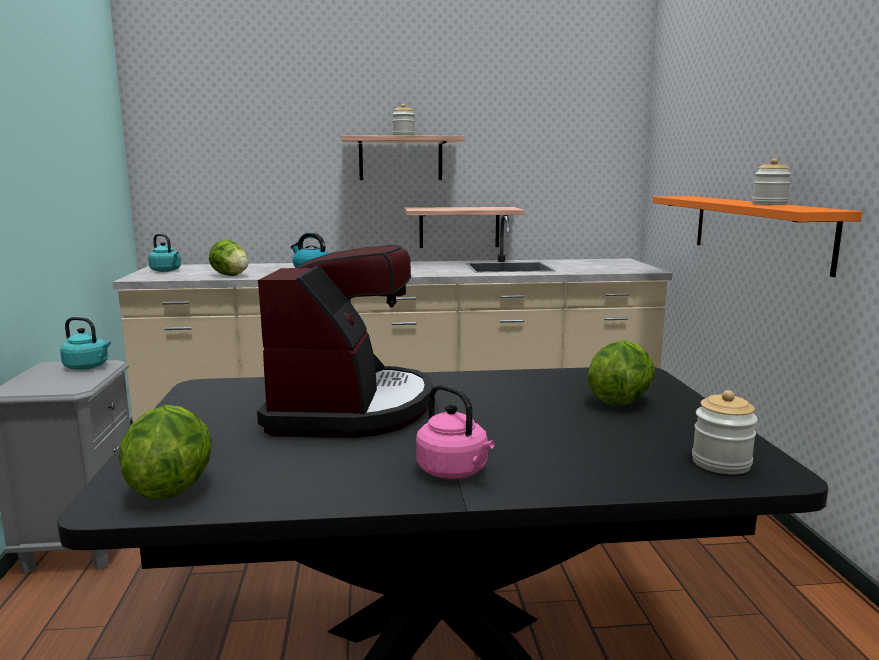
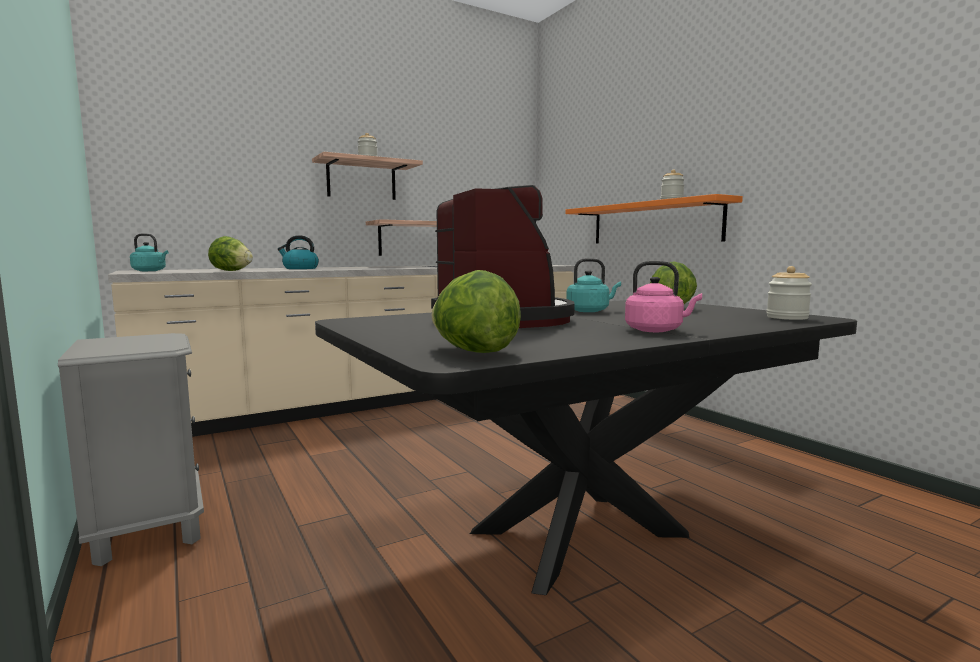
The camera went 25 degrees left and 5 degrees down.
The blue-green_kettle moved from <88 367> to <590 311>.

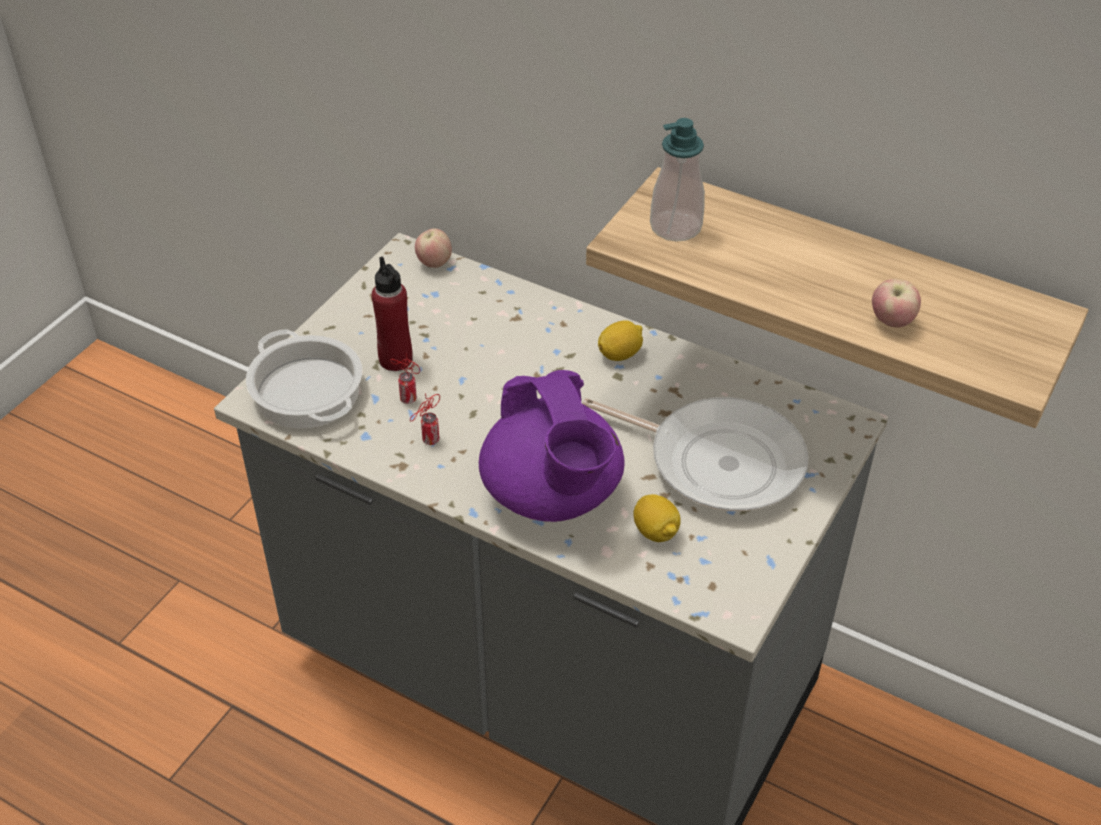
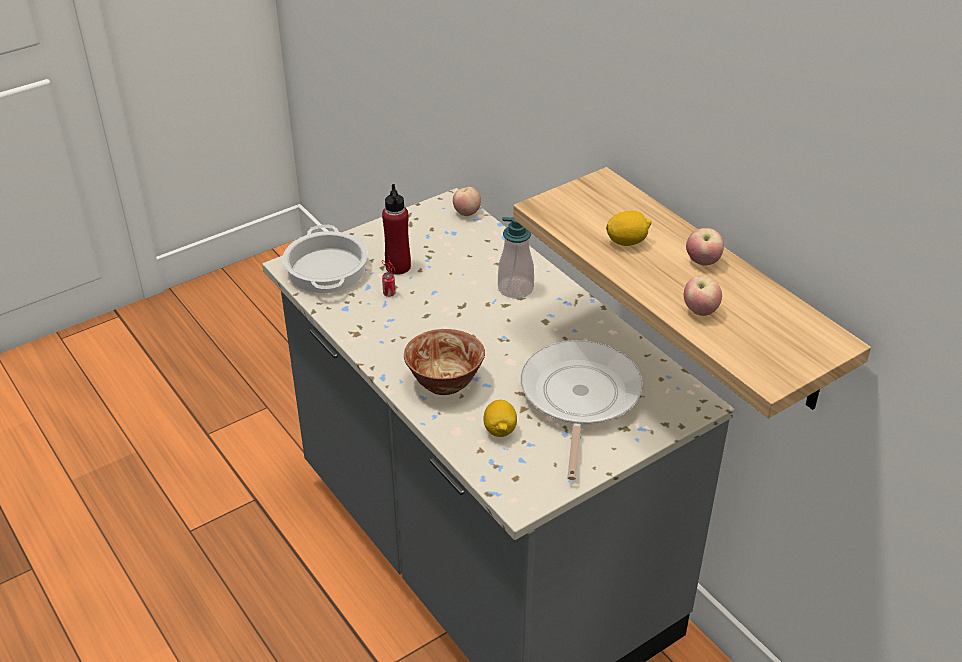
The camera went 25 degrees right and 5 degrees down.
The purple_tea_pot at <552 494> was replaced by the bowl at <444 383>.
The soap_dispenser moved from <675 227> to <515 288>.
The skillet at <718 460> turned 135 degrees counterclockwise.
The lemon moved from <620 354> to <627 241>.
The apple_fruit at <702 262> appeared.
The sealed_can at <429 441> disappeared.

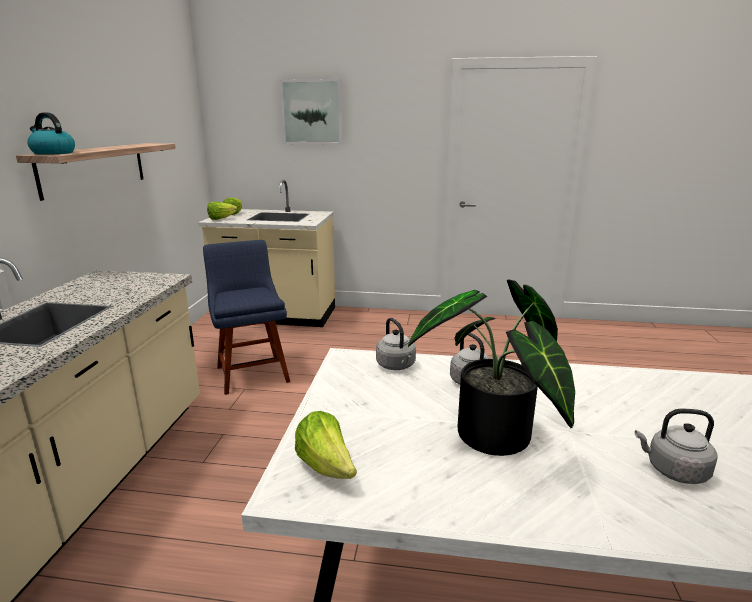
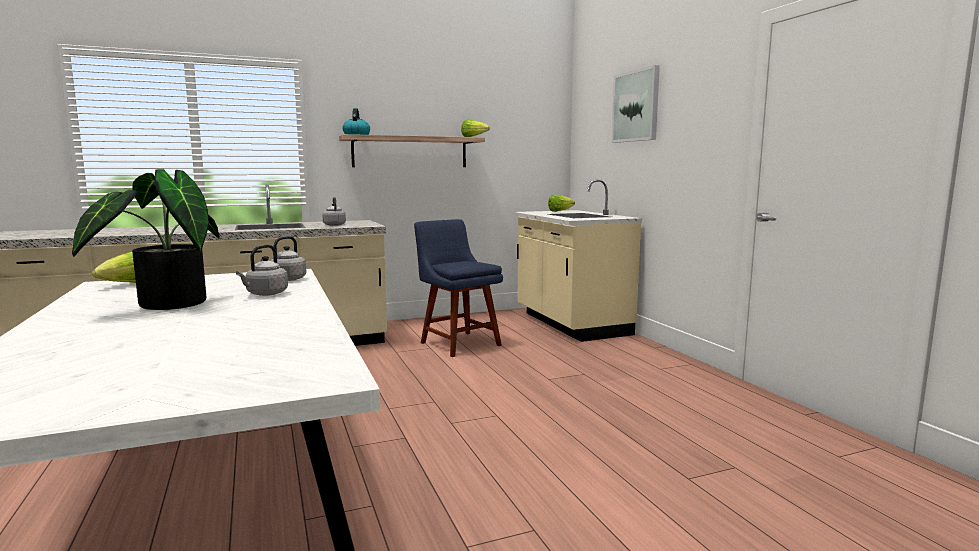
The camera went 60 degrees right and 10 degrees down.
The grey_kettle moved from <673 470> to <334 225>.
The blue-coloured_chair at <252 372> turned 75 degrees counterclockwise.
The head_of_lettuce moved from <221 219> to <473 137>.

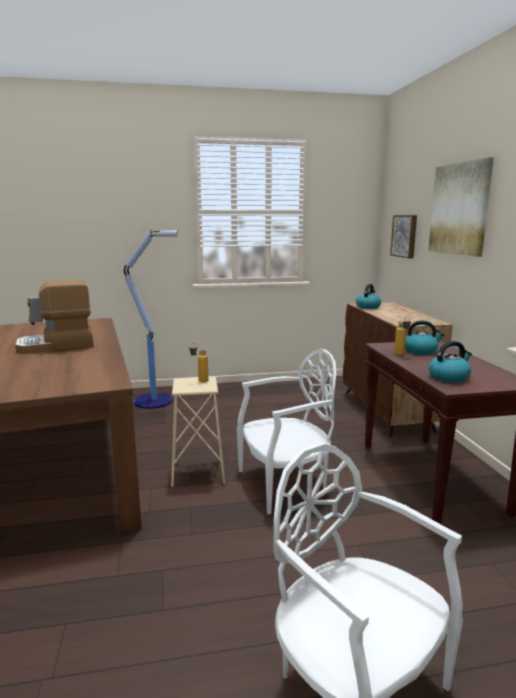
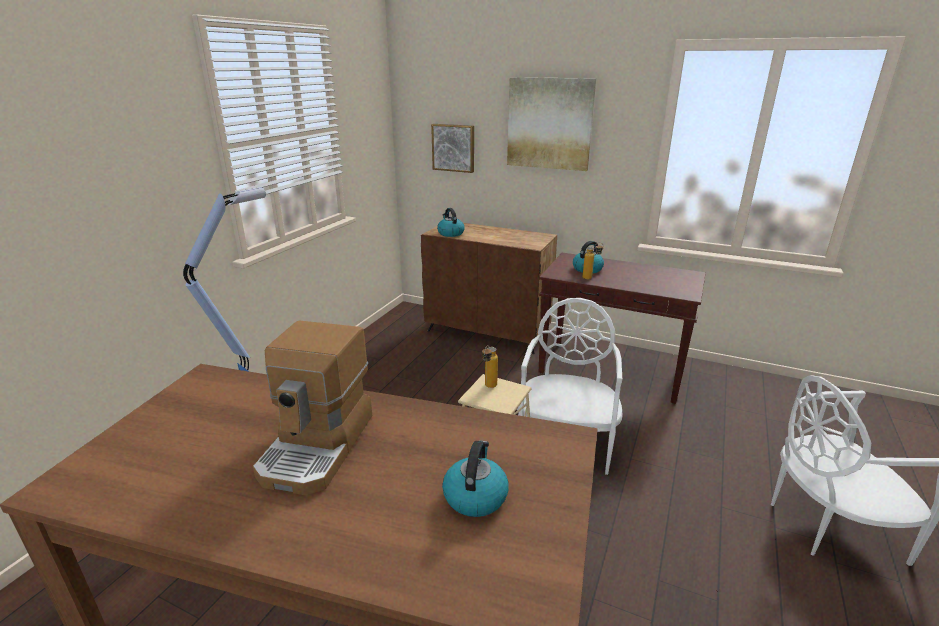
The camera went 55 degrees left and 10 degrees up.
The kettle moved from <449 377> to <475 496>.

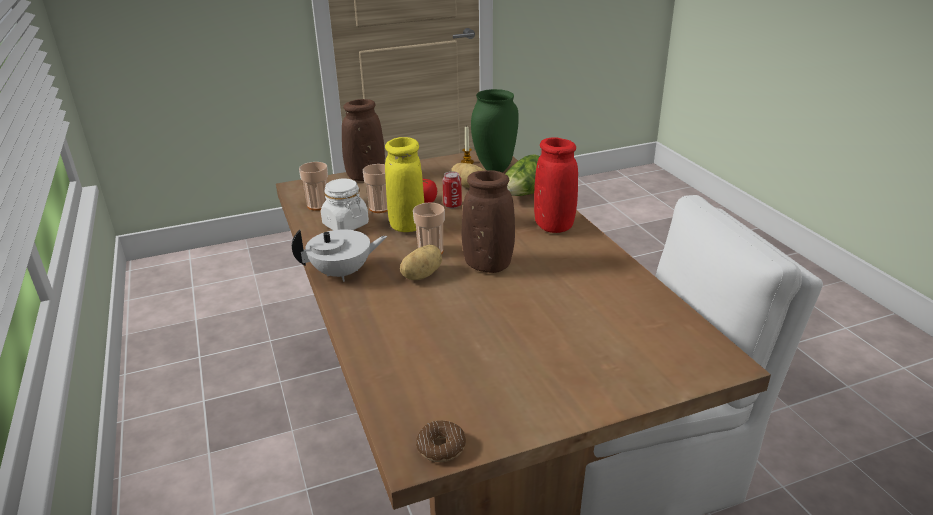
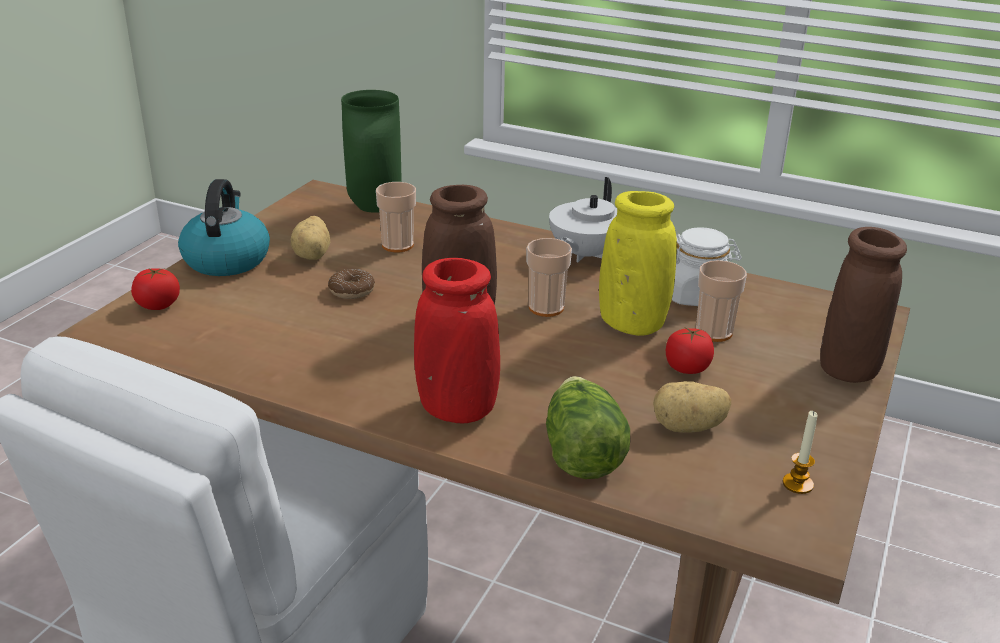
The camera went 135 degrees right and 0 degrees up.
The whole_tomato at <158 305> appeared.
The kettle at <226 259> appeared.
The spud moved from <421 275> to <313 255>.
The ring_doughnut moved from <441 447> to <352 291>.
The greenish_flower_vase moved from <495 169> to <373 207>.
The drinking_cup moved from <318 205> to <397 245>.
The sealed_can at <452 205> disappeared.

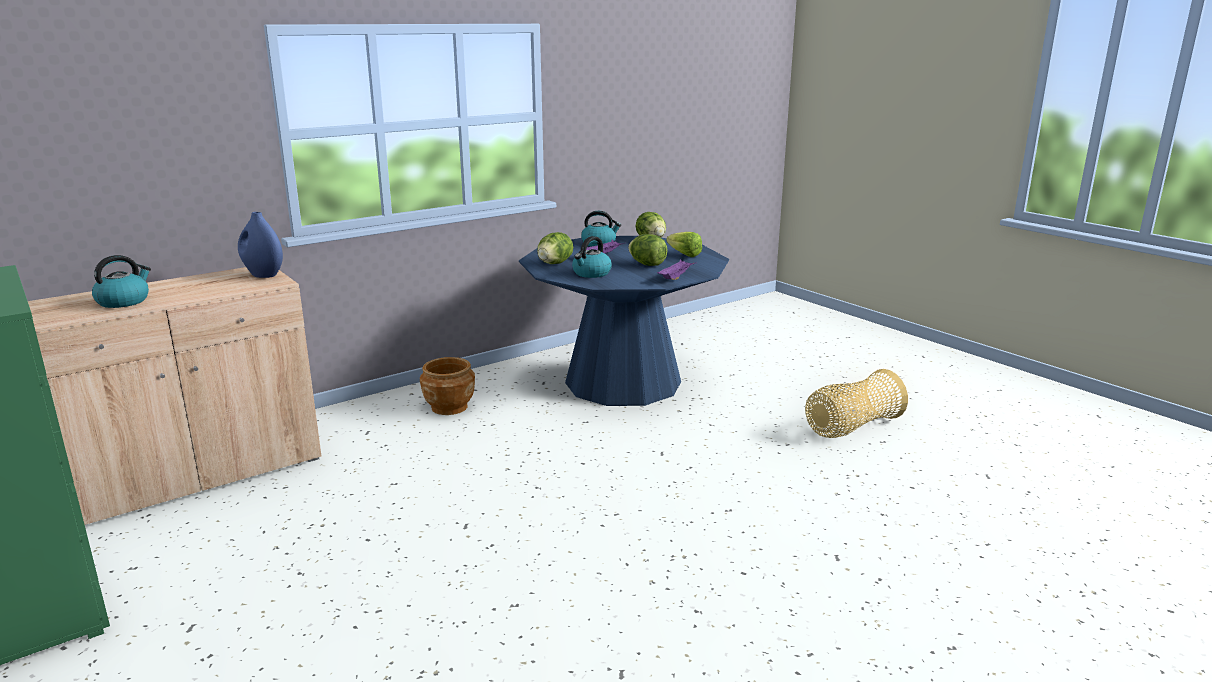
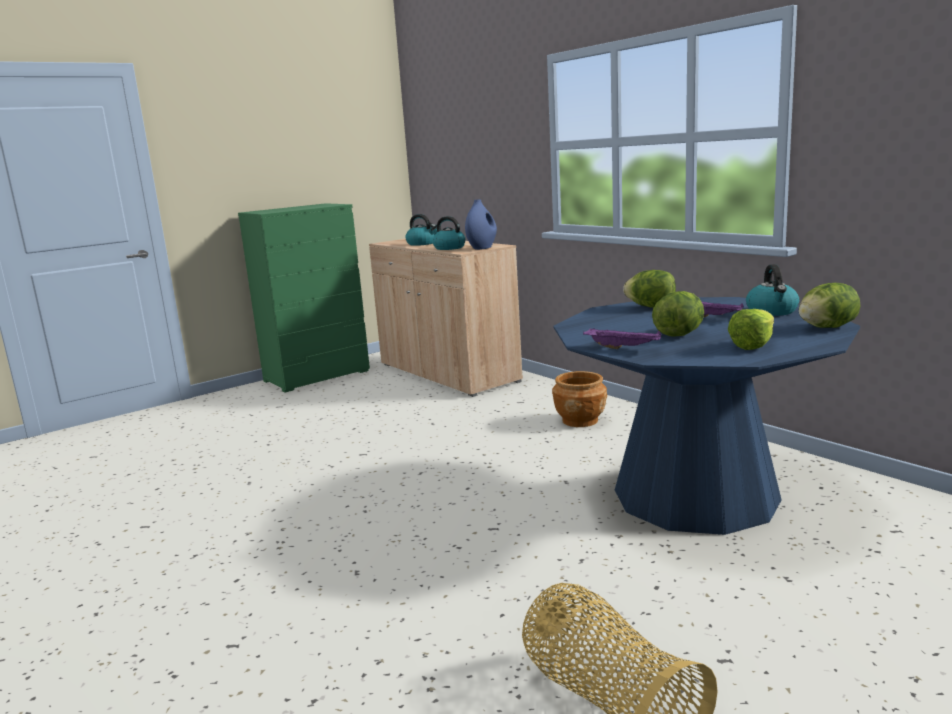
The camera went 90 degrees right and 5 degrees down.
The kettle moved from <591 273> to <448 248>.

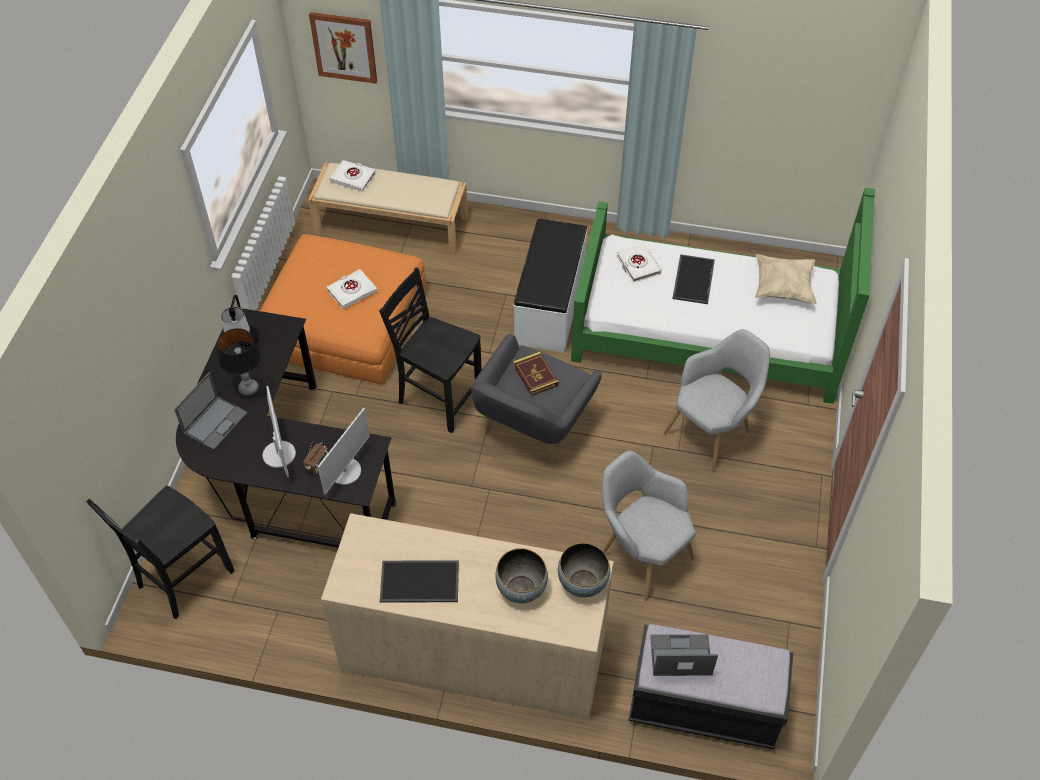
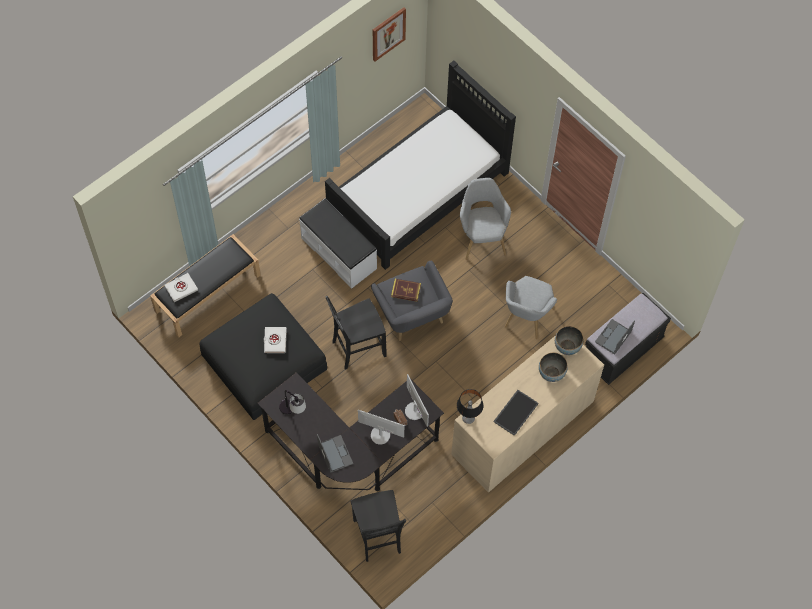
The camera went 55 degrees left and 10 degrees up.
The beige-coloured_long_seat at <392 224> became the black_long_seat at <208 292>.
The orange_ottoman at <344 322> became the black_ottoman at <264 362>.
The greenish_sleeping_bed at <709 330> became the black_sleeping_bed at <419 192>.
The wall_art moved from <344 47> to <388 33>.
The lamp_for_a_table moved from <248 388> to <468 418>.
The grey_lounge_chair at <641 554> turned 60 degrees counterclockwise.
The whitish_bound_book at <638 265> disappeared.
The tray at <692 279> disappeared.
The beige-coloured_cushion at <783 288> disappeared.

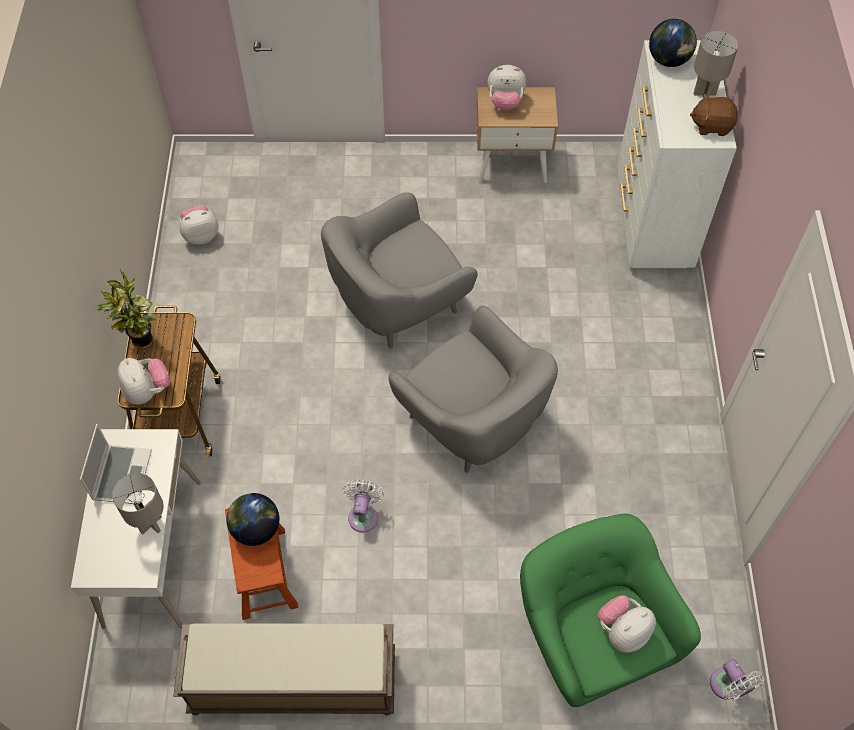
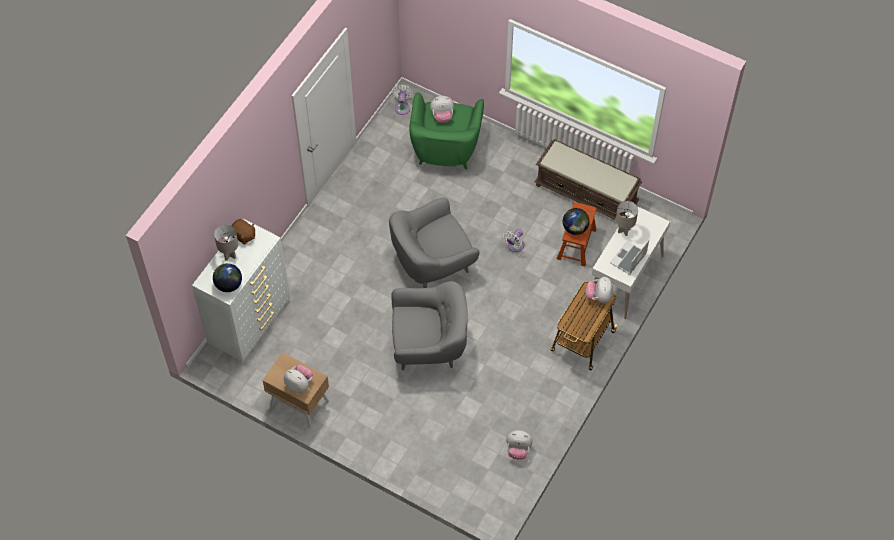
The camera went 150 degrees left and 0 degrees up.
The grey_lounge_chair at <472 422> turned 105 degrees counterclockwise.
The houseplant at <141 342> disappeared.

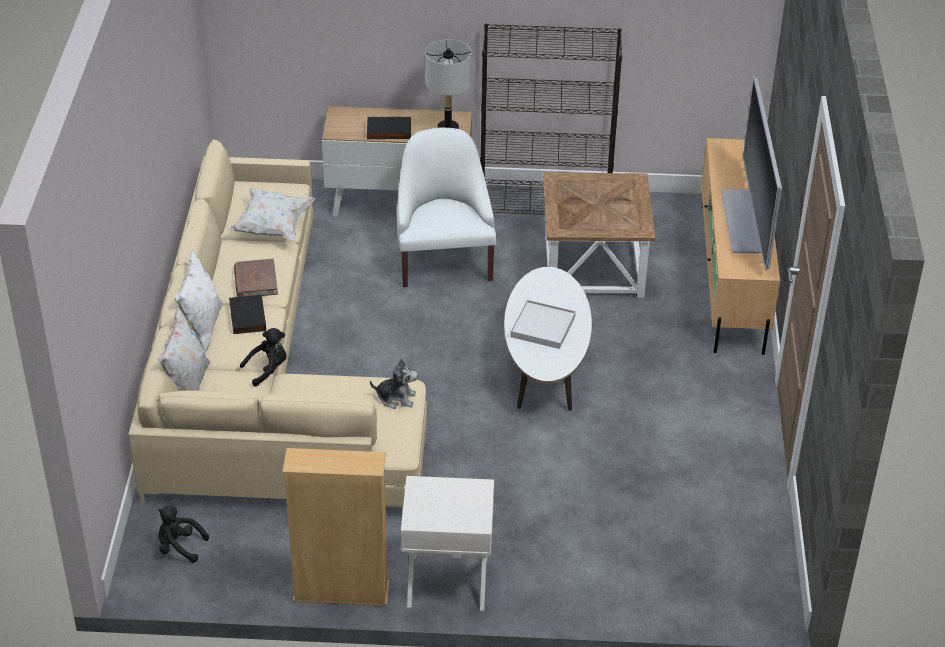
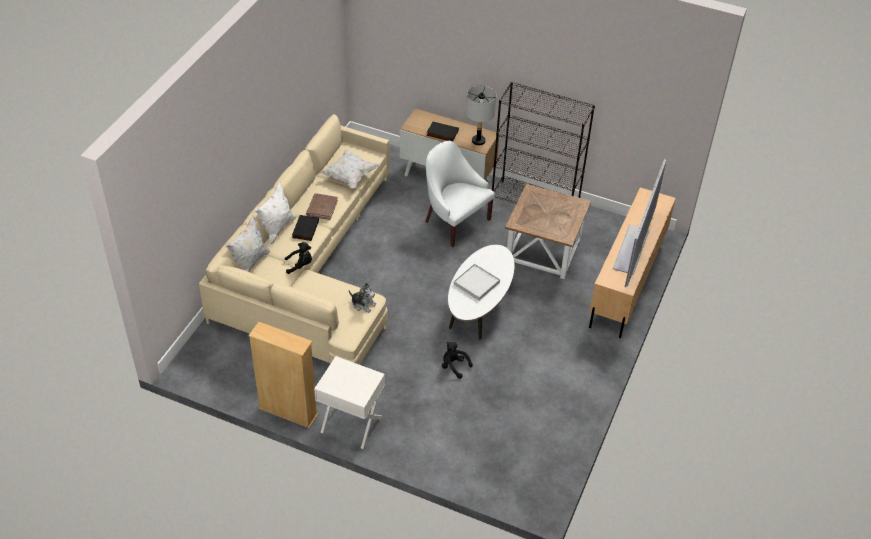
The camera went 20 degrees right and 5 degrees up.
The whitish_lounge_chair at <443 260> turned 60 degrees counterclockwise.
The black_soft_toy moved from <179 547> to <454 366>.

